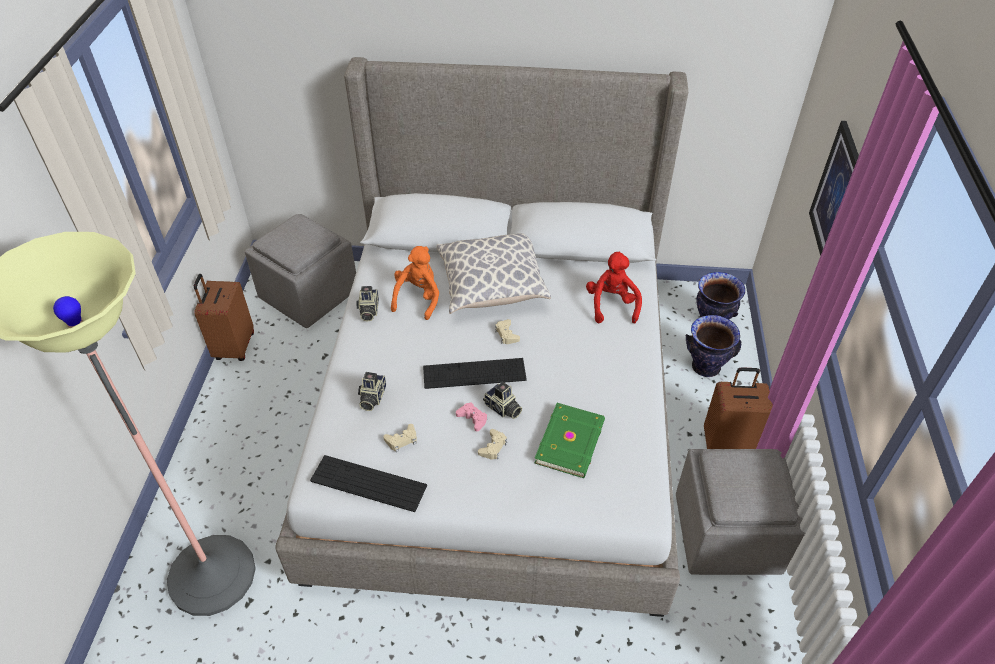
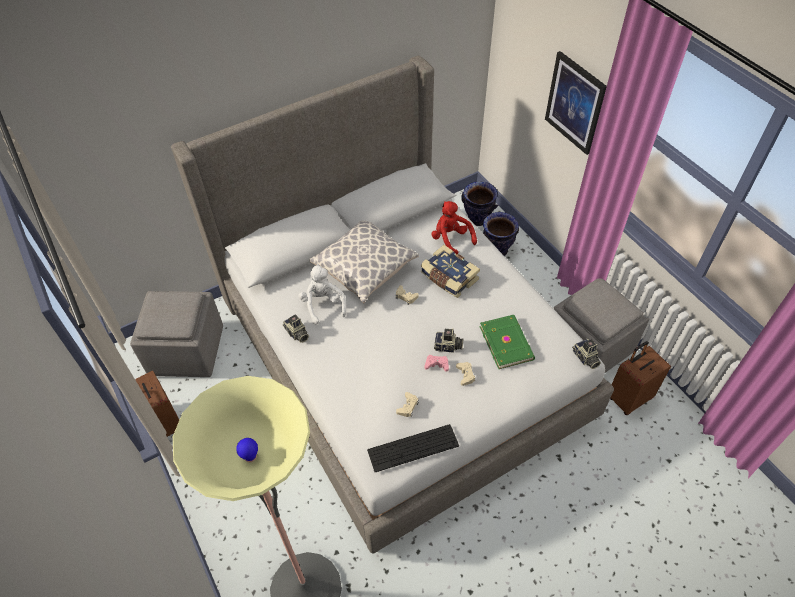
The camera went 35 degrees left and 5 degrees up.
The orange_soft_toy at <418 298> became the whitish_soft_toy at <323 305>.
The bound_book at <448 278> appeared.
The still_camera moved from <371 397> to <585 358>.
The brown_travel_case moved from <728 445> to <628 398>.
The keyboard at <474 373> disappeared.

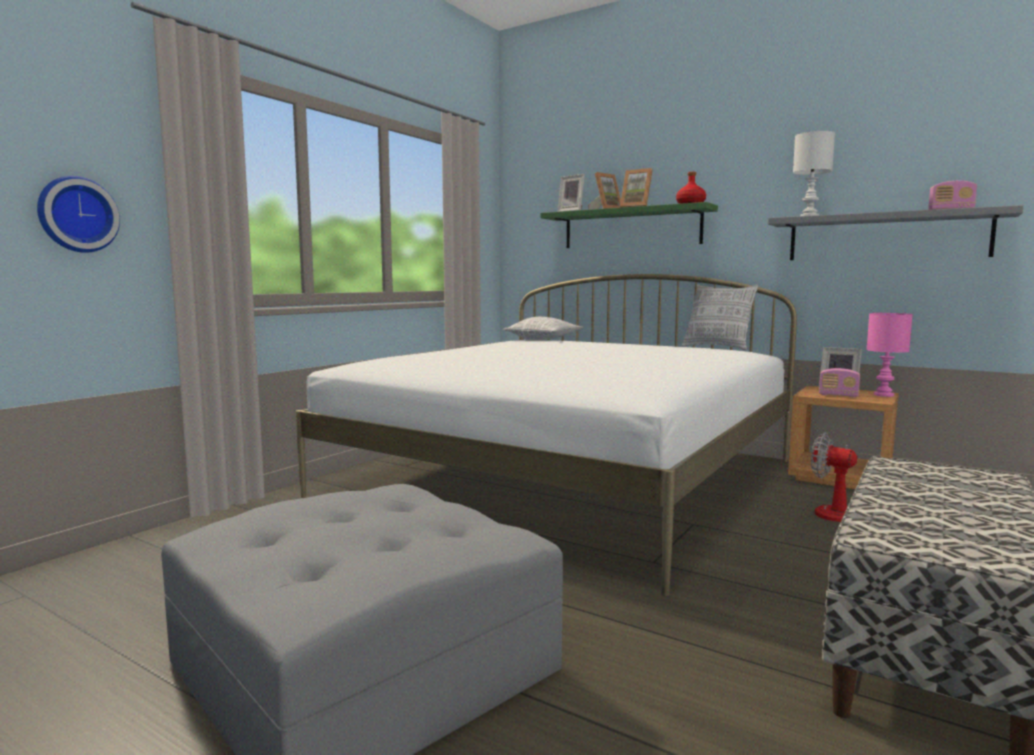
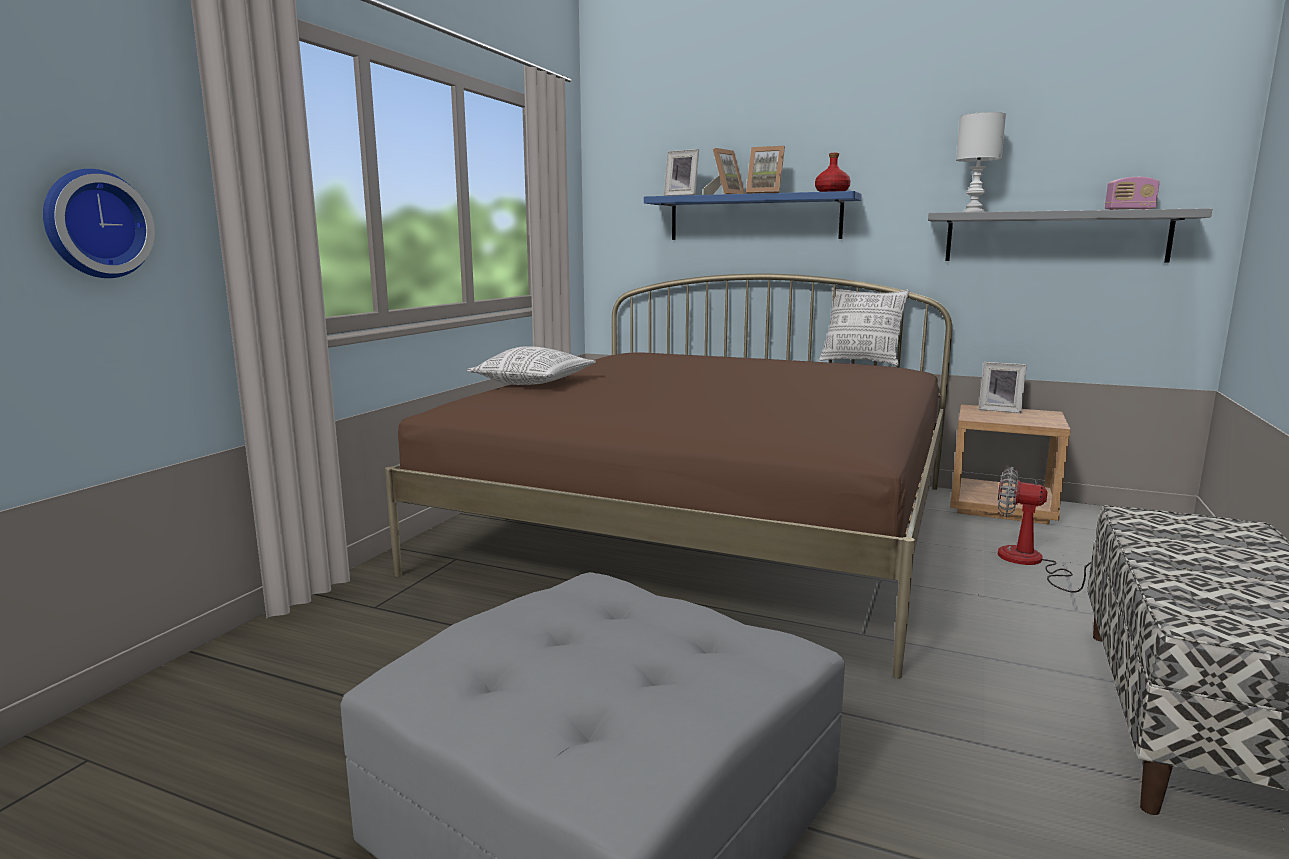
The camera went 10 degrees left and 5 degrees up.
The whitish_sleeping_bed at <566 477> became the brown_sleeping_bed at <707 525>.
The cushion moved from <543 339> to <533 383>.
The greenish_shelf at <631 228> became the blue-coloured_shelf at <754 217>.
The radio_receiver at <838 395> disappeared.
The pink_lamp_for_a_table at <883 395> disappeared.

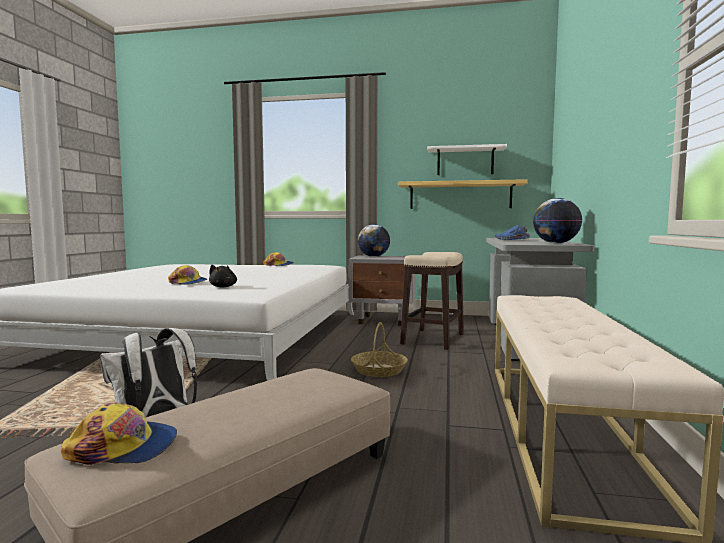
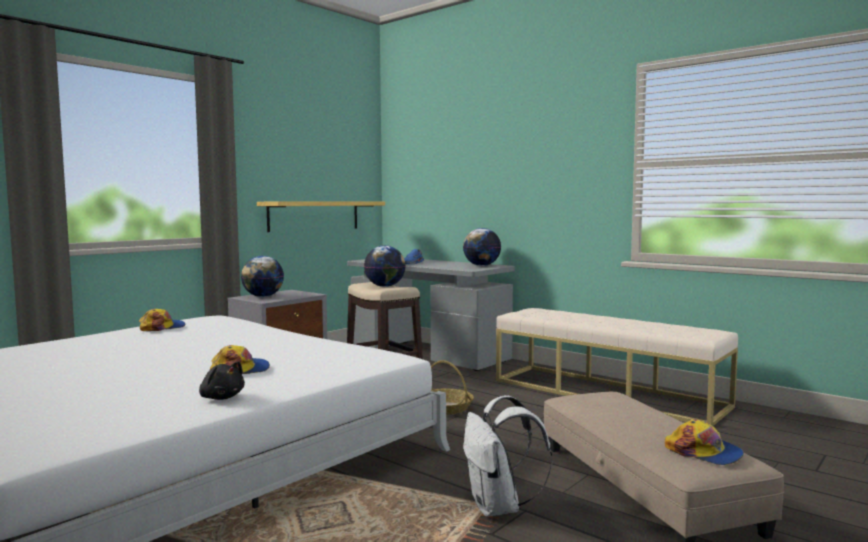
The camera went 60 degrees left and 0 degrees up.
The black_soft_toy moved from <224 287> to <221 397>.
The globe at <385 286> appeared.
The cap at <124 447> turned 105 degrees clockwise.
The whitish_shelf at <465 162> disappeared.

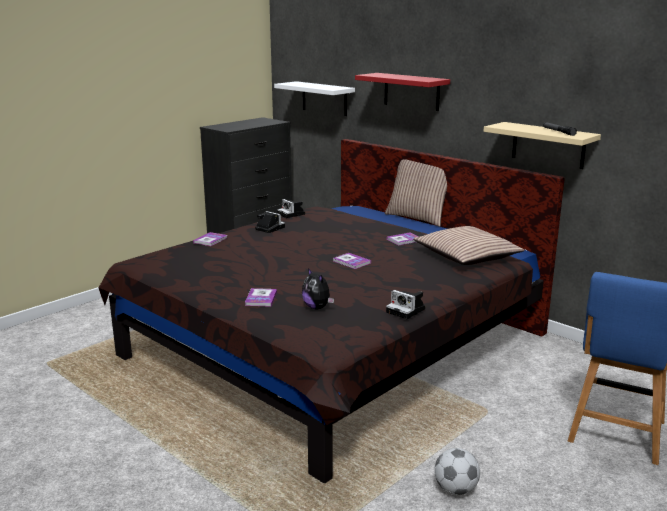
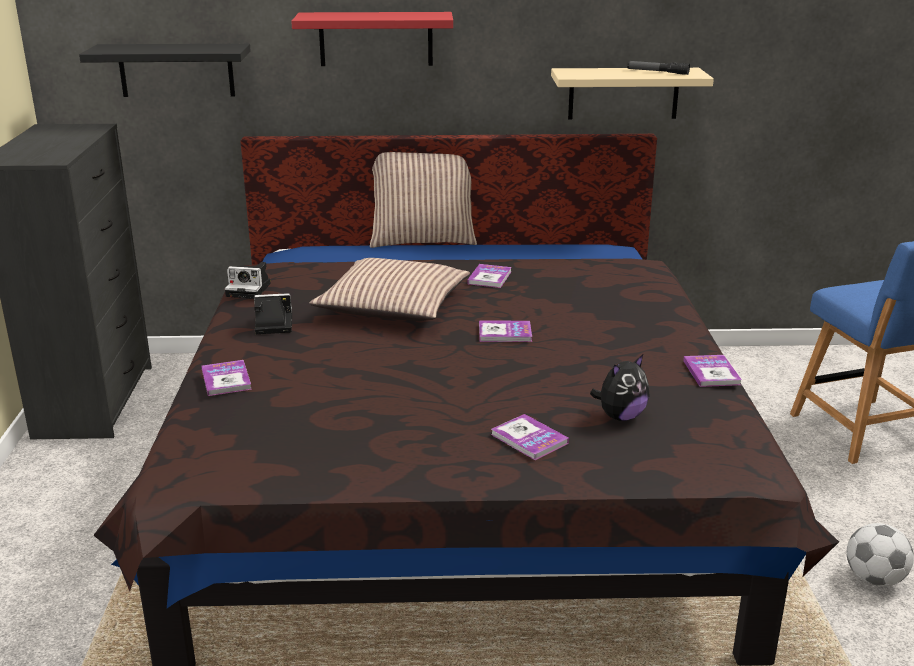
The camera went 45 degrees left and 5 degrees up.
The whitish_shelf at <324 98> became the black_shelf at <176 70>.
The cushion moved from <466 256> to <393 306>.
The soft_toy at <317 307> turned 45 degrees counterclockwise.
The still_camera at <407 311> was replaced by the bound_book at <711 372>.

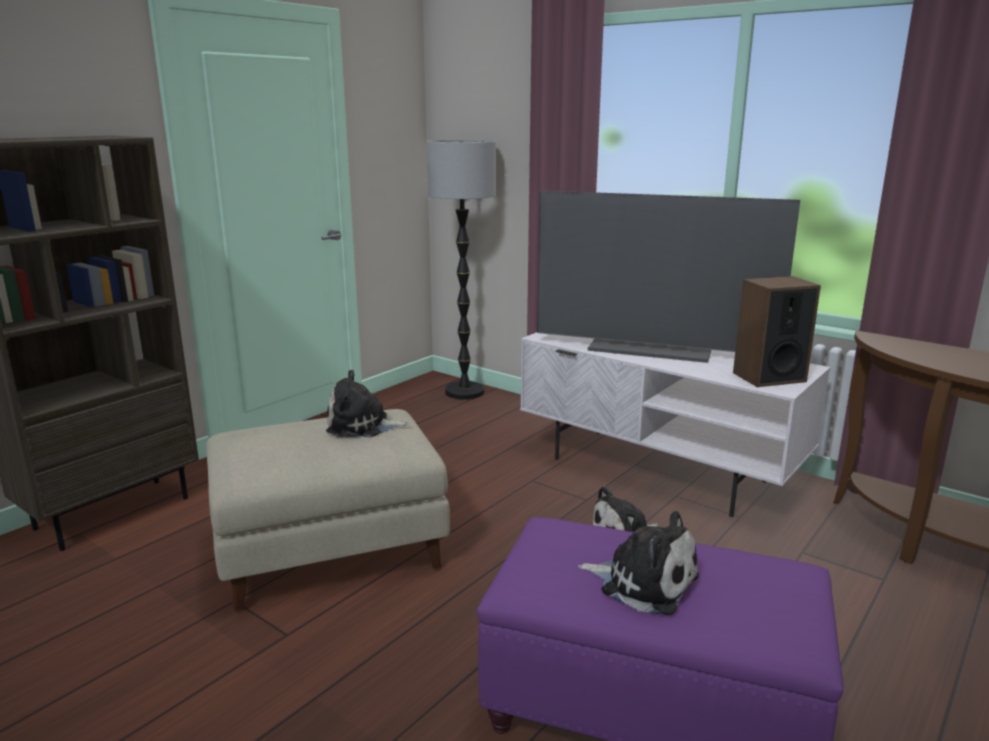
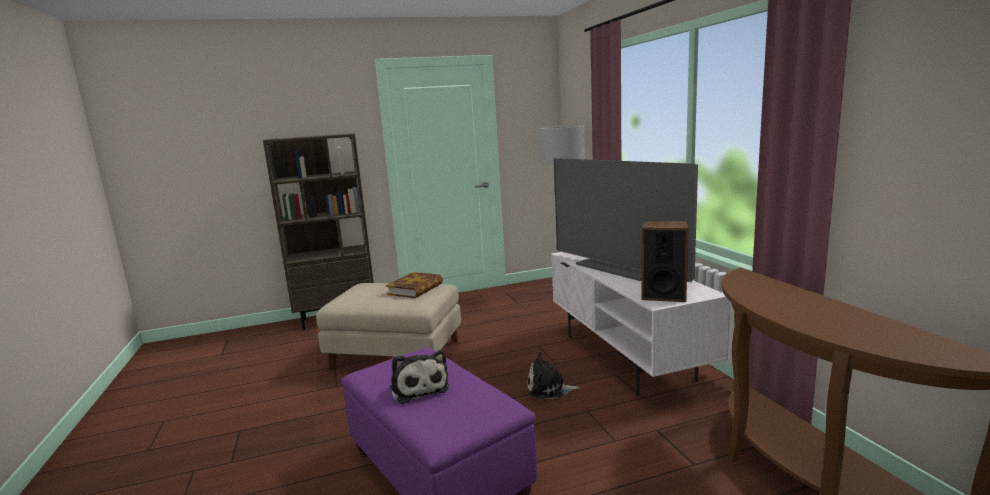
The camera went 35 degrees right and 5 degrees down.
The soft_toy at <362 426> was replaced by the bound_book at <415 289>.

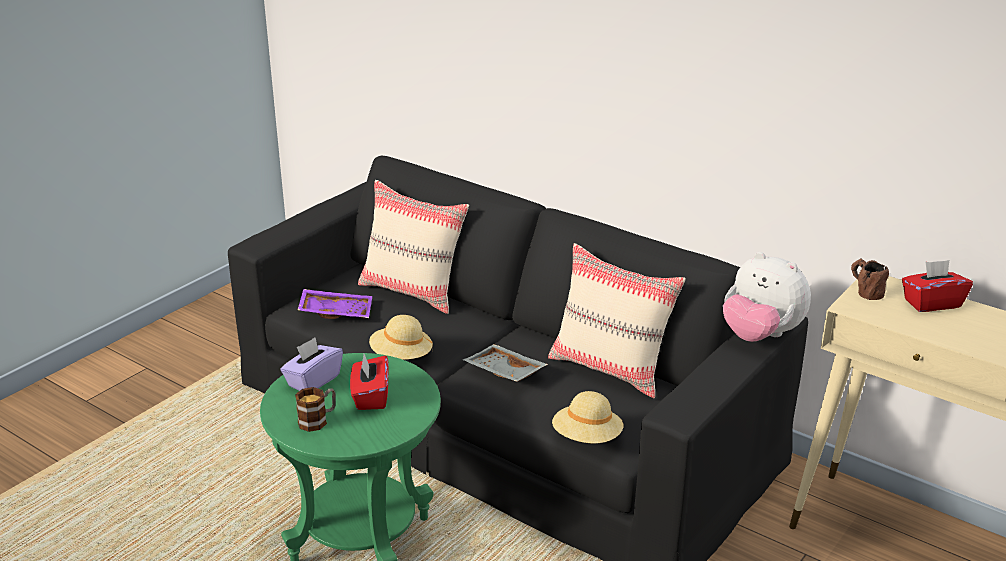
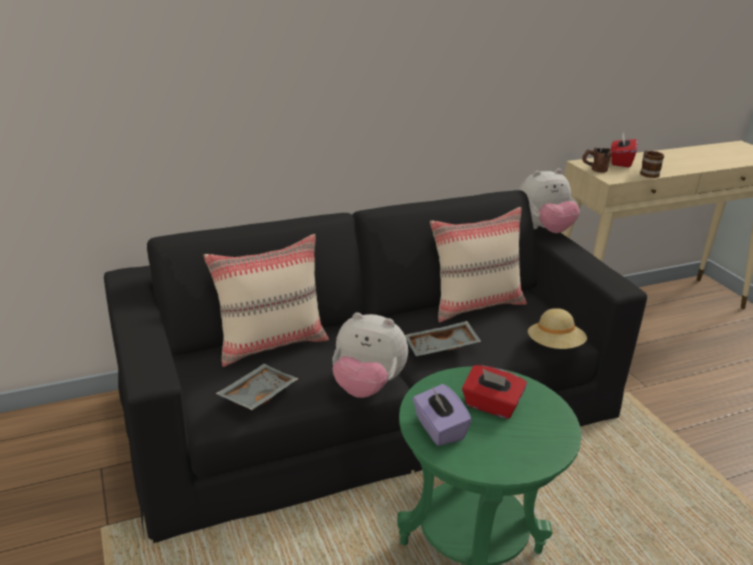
The camera went 60 degrees left and 0 degrees up.
The purple_tray at <336 311> became the grey_tray at <257 394>.
The beige-coloured_hat at <401 356> was replaced by the soft_toy at <367 387>.
The tea_mug moved from <318 420> to <647 173>.

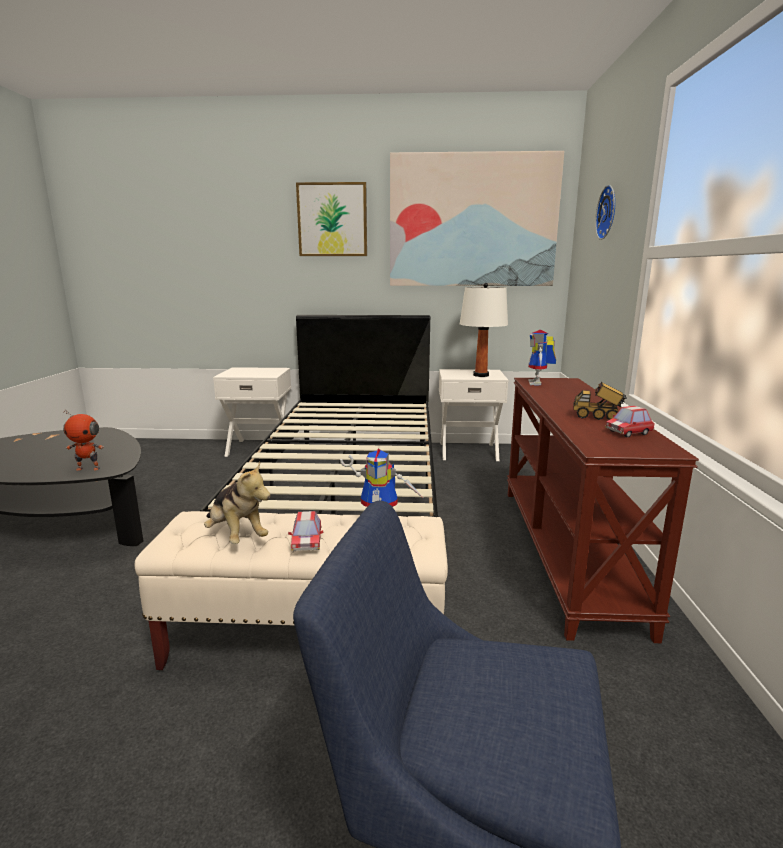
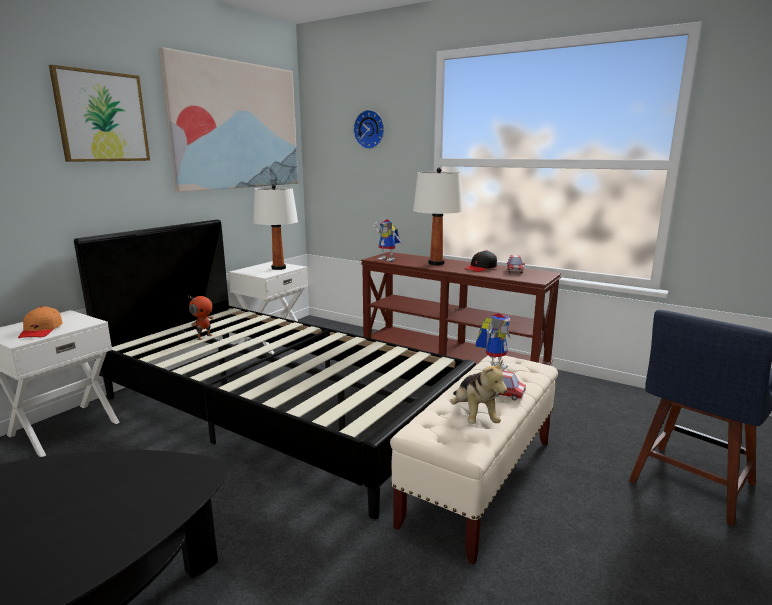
The camera went 60 degrees left and 0 degrees up.
The orange_cap at <41 330> appeared.
The model_robot moved from <89 468> to <204 337>.
The whitish_lamp_for_a_table at <436 263> appeared.
The soft_toy at <236 536> turned 90 degrees clockwise.
The toy_lorry at <597 417> was replaced by the black_cap at <481 268>.

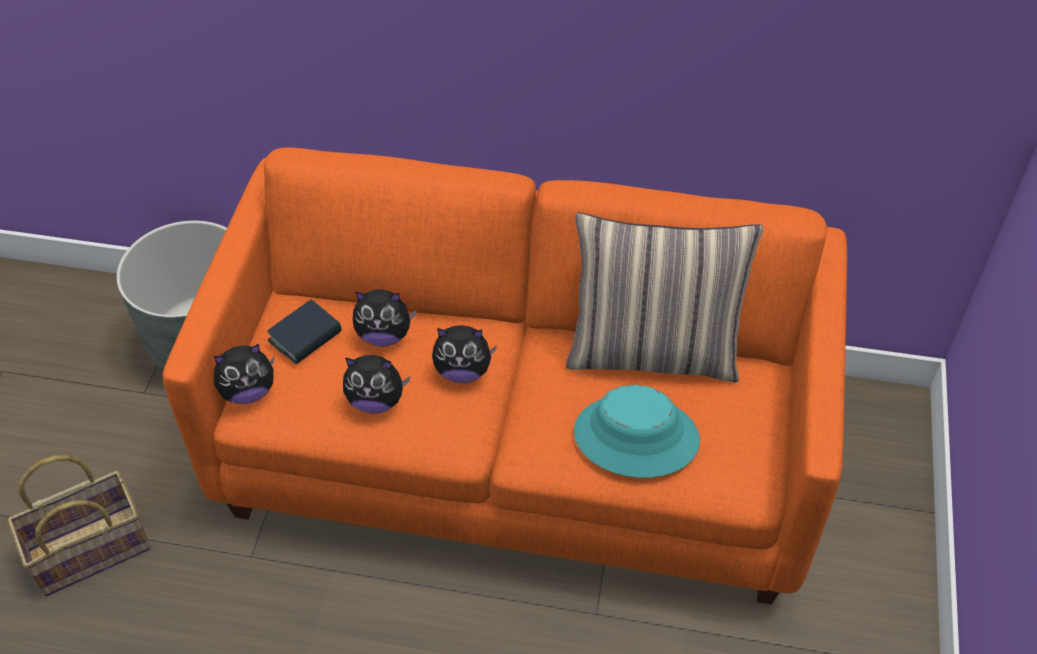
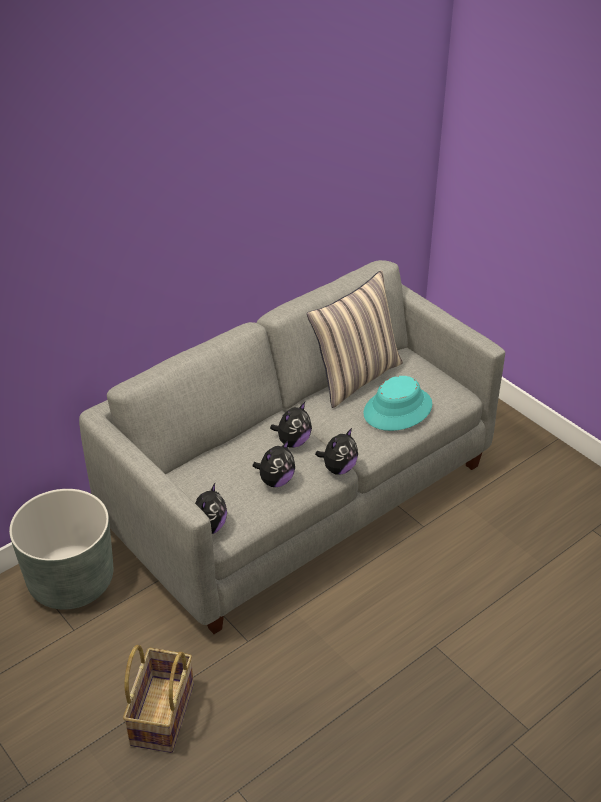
The camera went 50 degrees left and 10 degrees down.
The orange_settee at <521 448> became the grey_settee at <300 495>.
The soft_toy moved from <384 335> to <338 468>.
The bound_book at <305 337> disappeared.

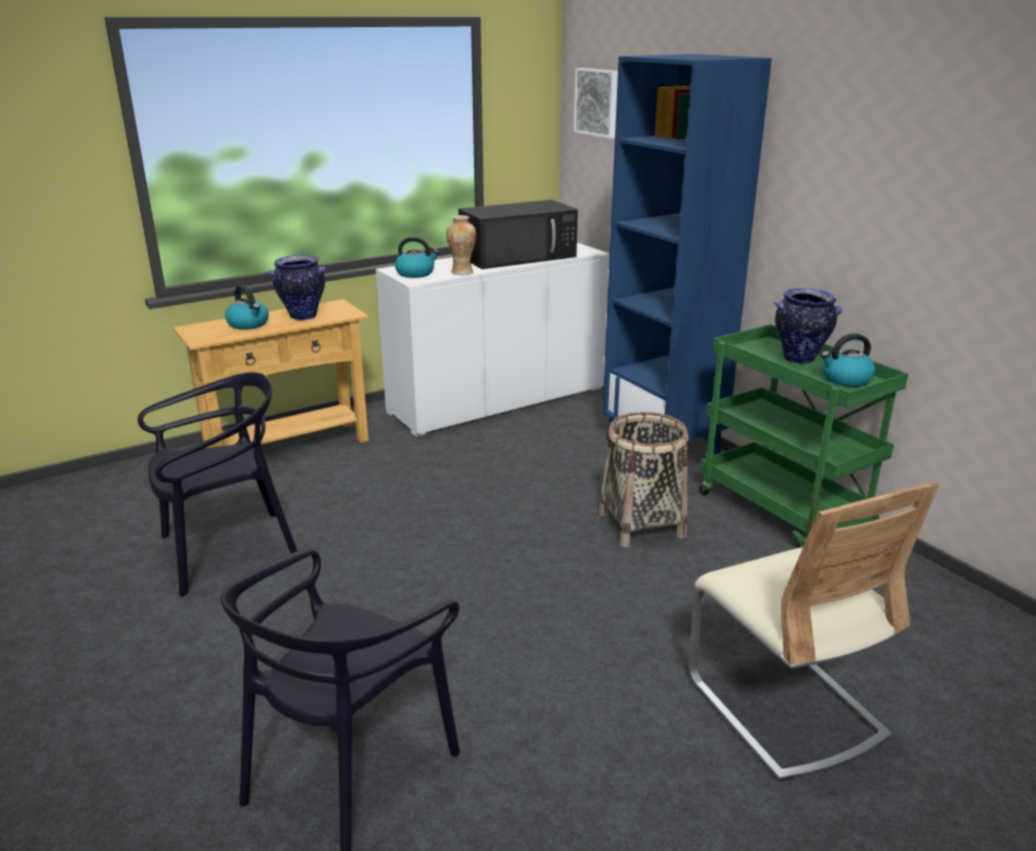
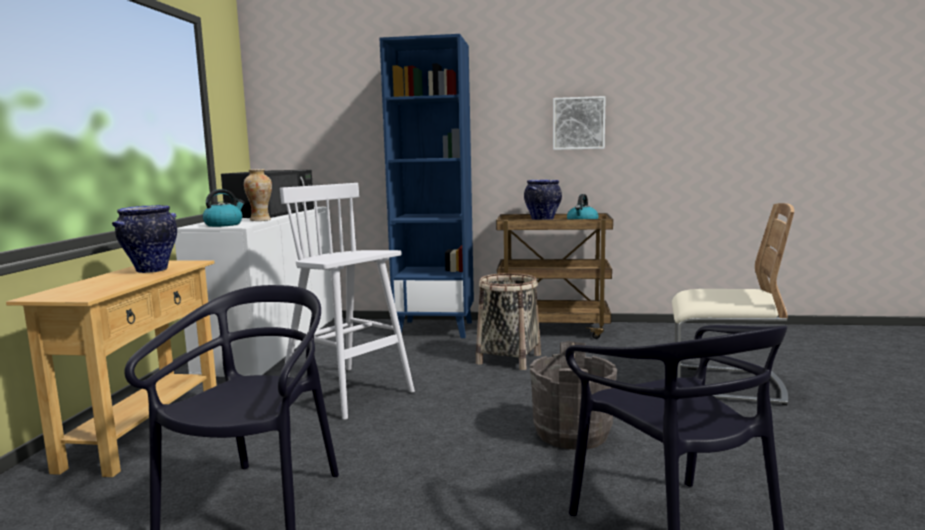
The camera went 50 degrees left and 15 degrees down.
The whitish_stool at <349 392> appeared.
The greenish_trolley at <784 513> became the brown_trolley at <553 330>.
The grey_bucket at <572 433> appeared.
The wall_art moved from <598 102> to <578 123>.
The kettle at <249 324> disappeared.

